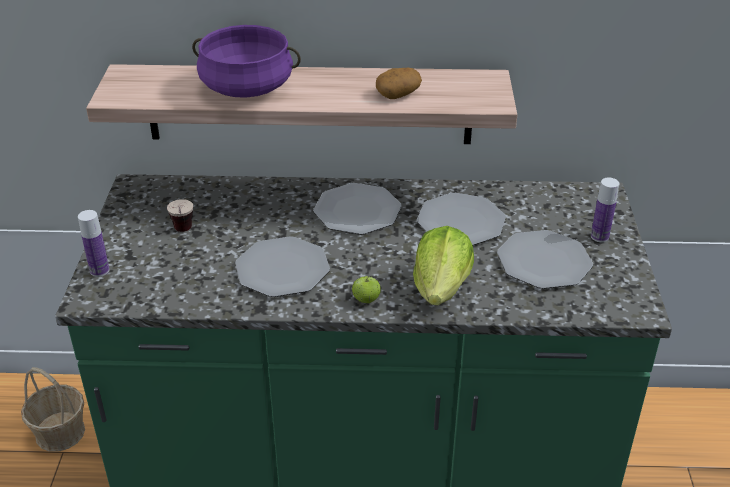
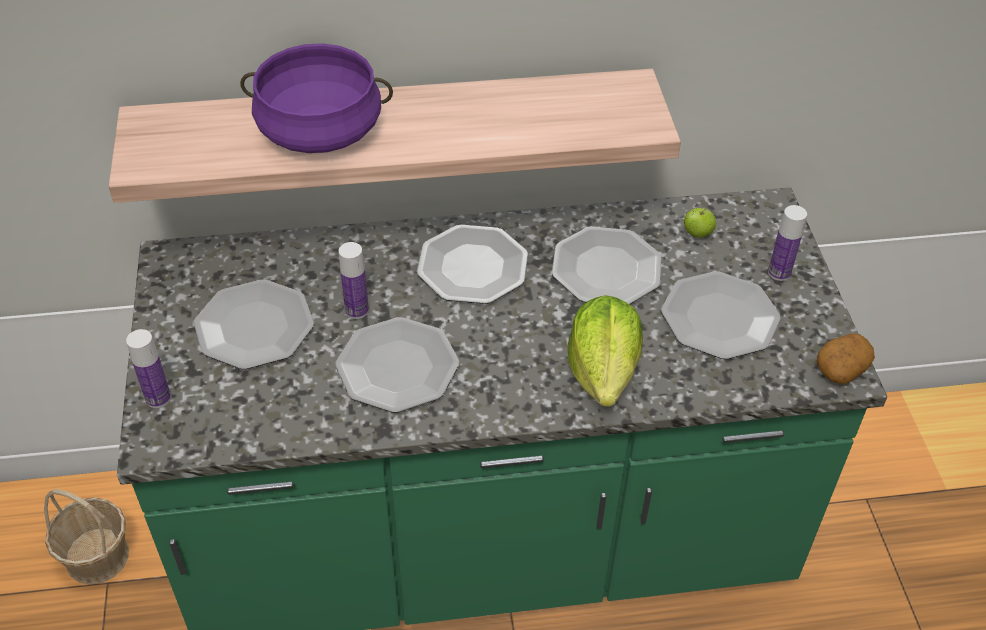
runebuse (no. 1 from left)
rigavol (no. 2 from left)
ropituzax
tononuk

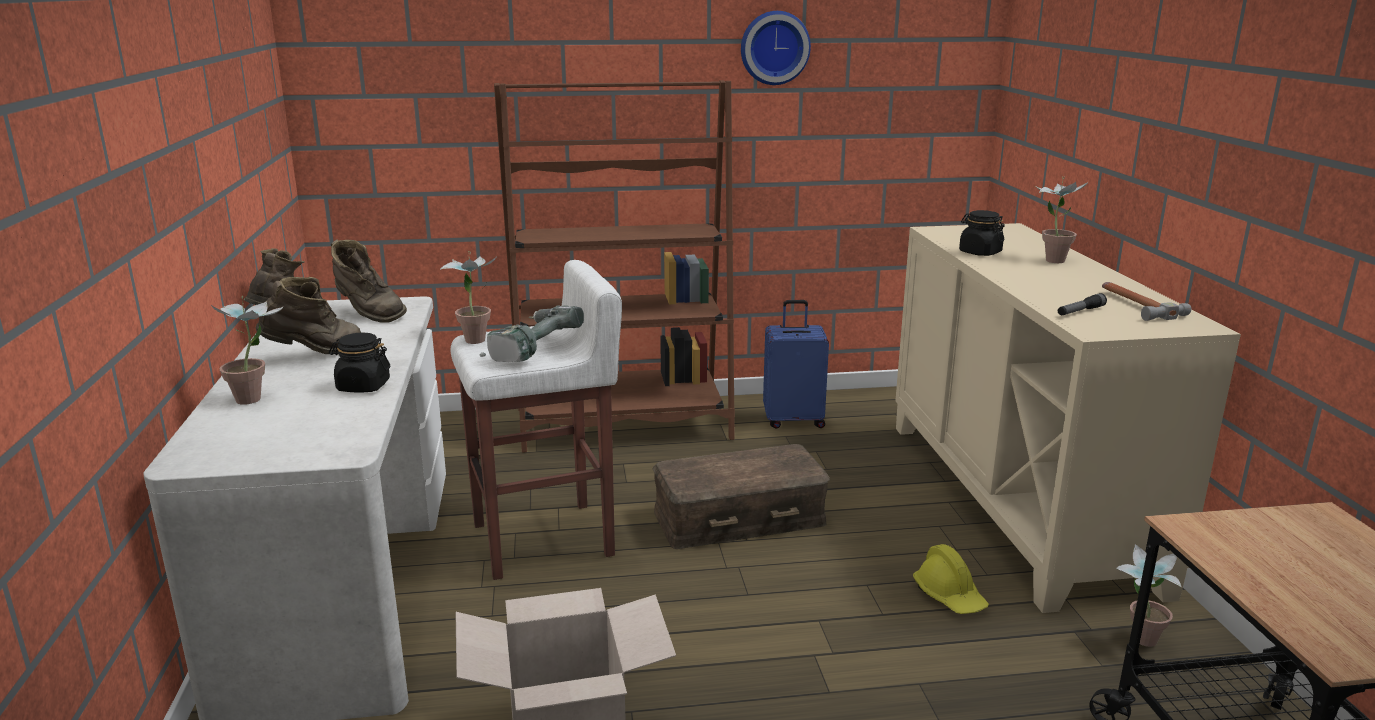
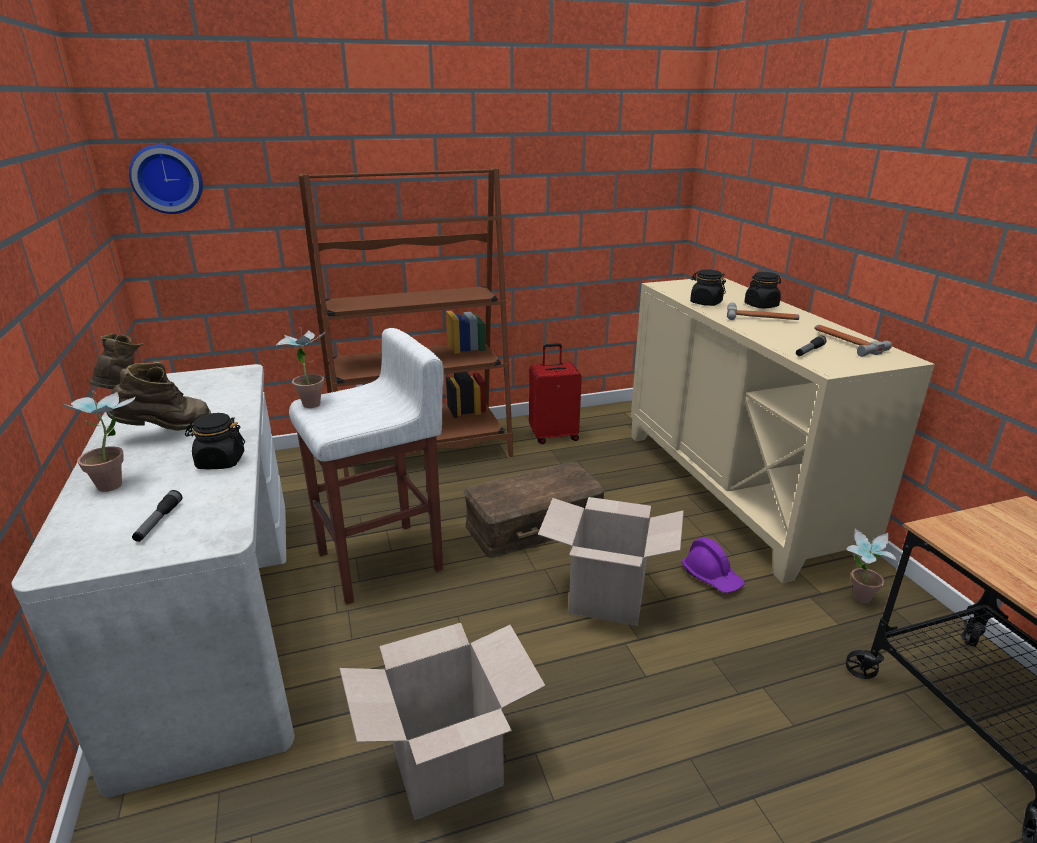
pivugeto
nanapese (no. 1 from left)
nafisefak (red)
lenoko (no. 2 from left)
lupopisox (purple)
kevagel (no. 1 from left)
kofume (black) (no. 3 from left)
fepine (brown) (no. 3 from left in the first image)
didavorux

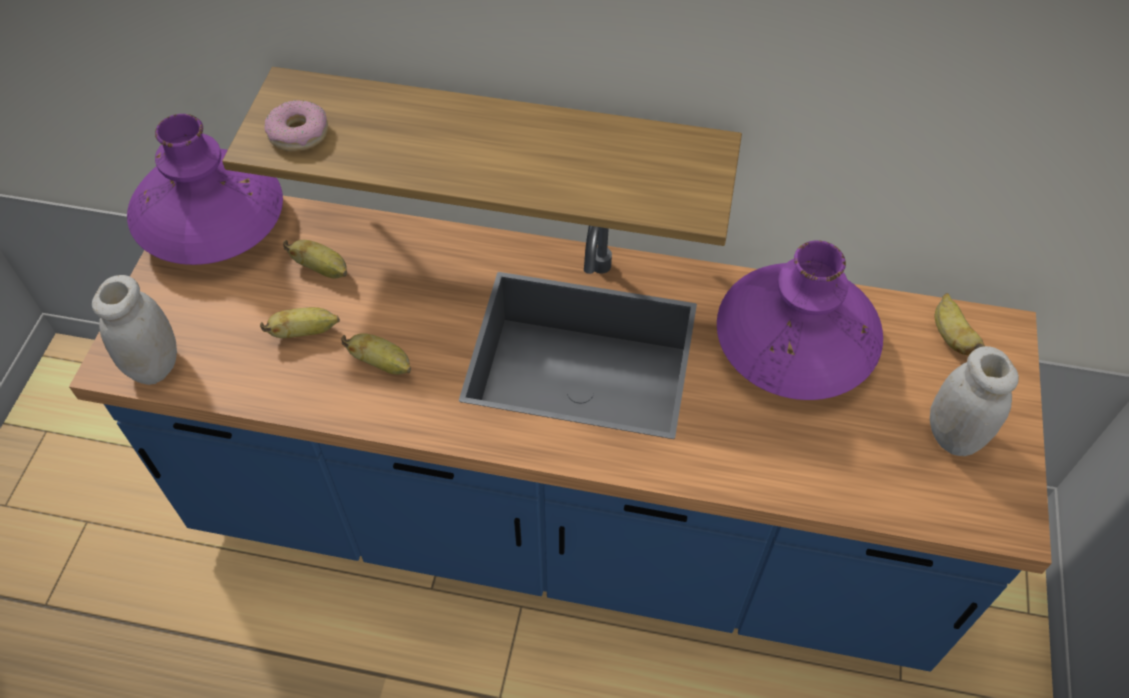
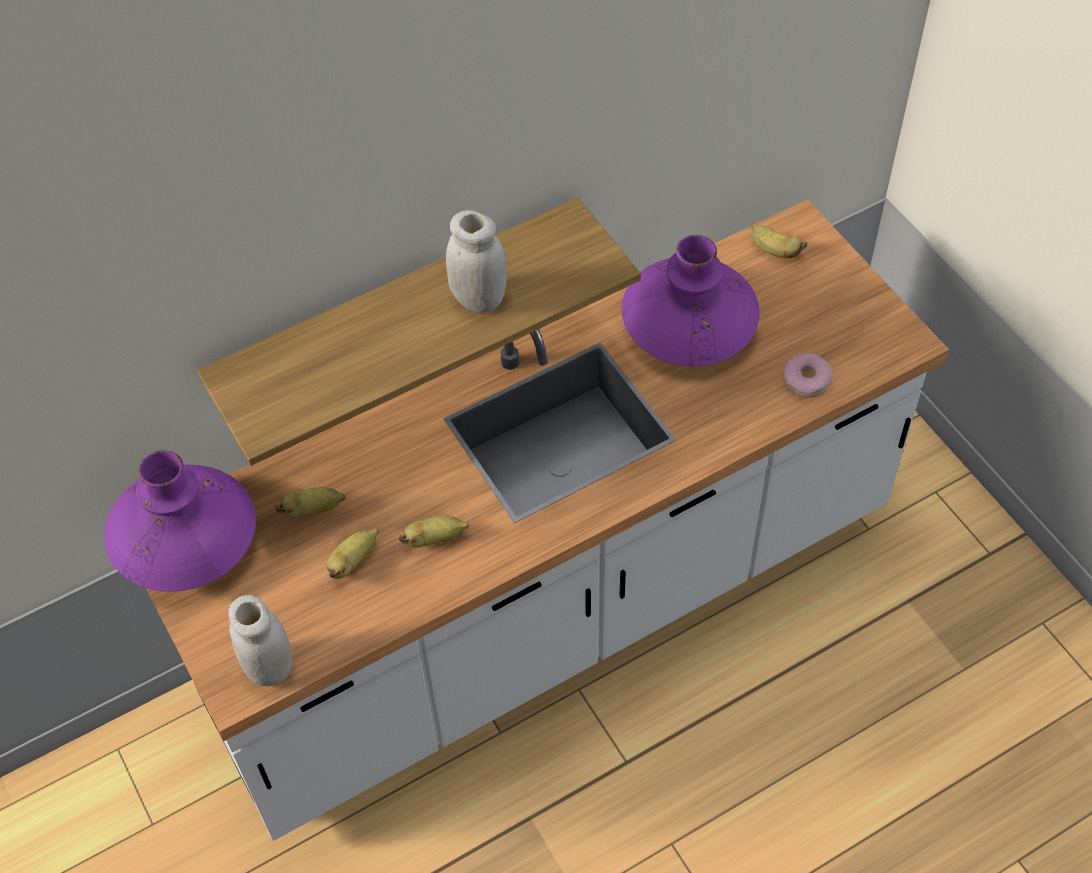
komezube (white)
kofume (white) (no. 2 from left)
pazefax

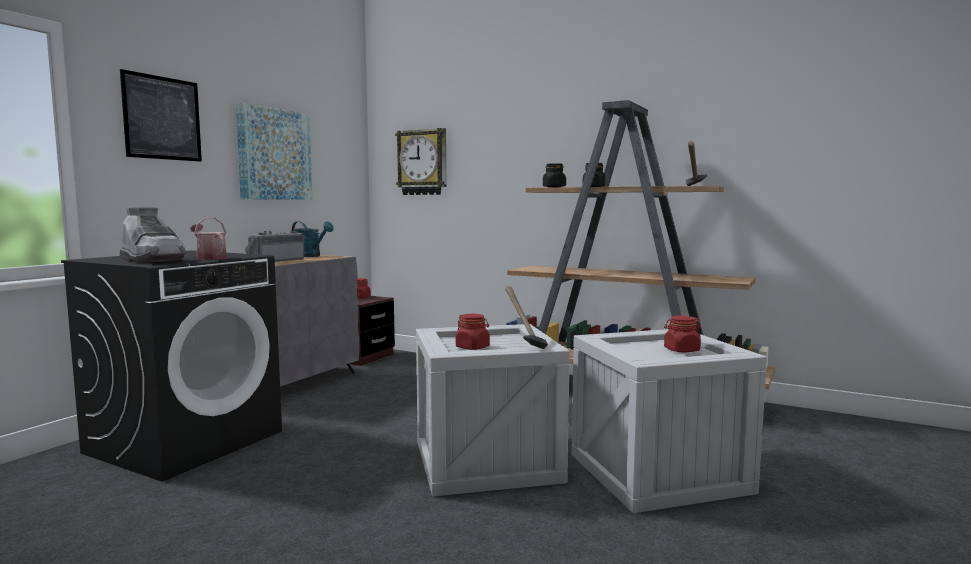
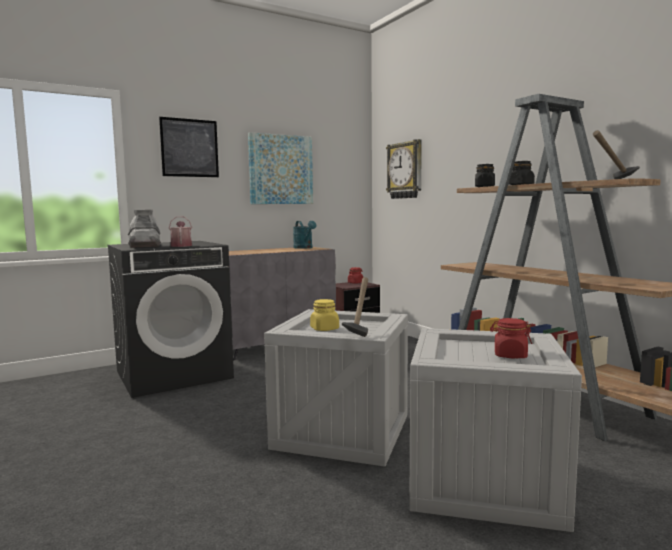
kofume (yellow)
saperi

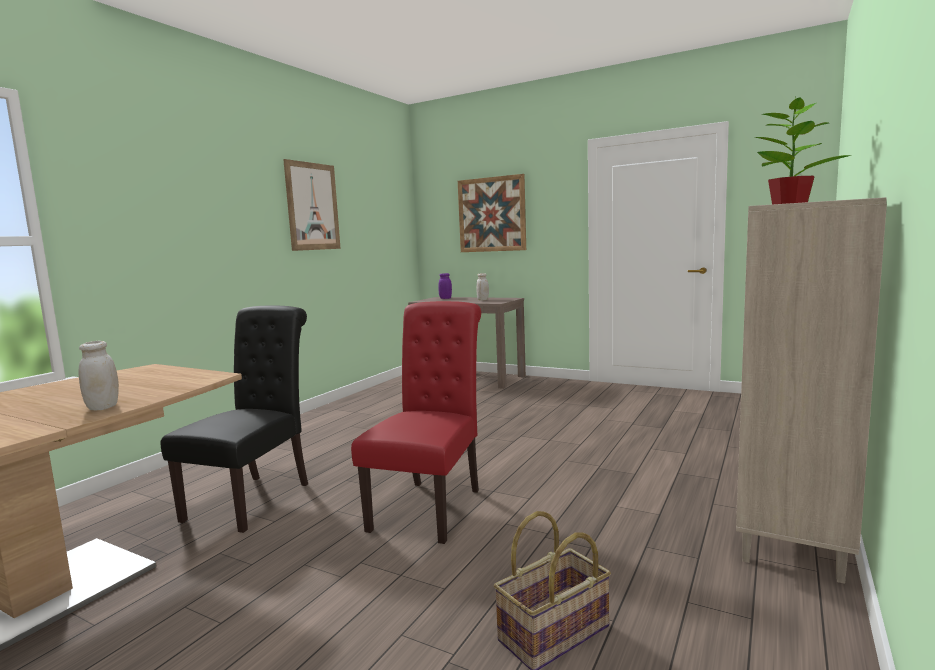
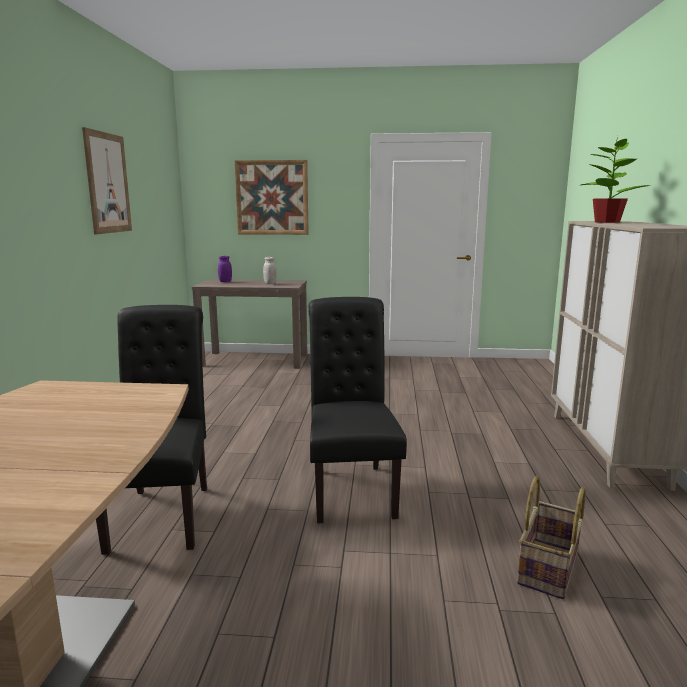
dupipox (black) (no. 2 from left)
kofume (white) (no. 1 from left in the first image)

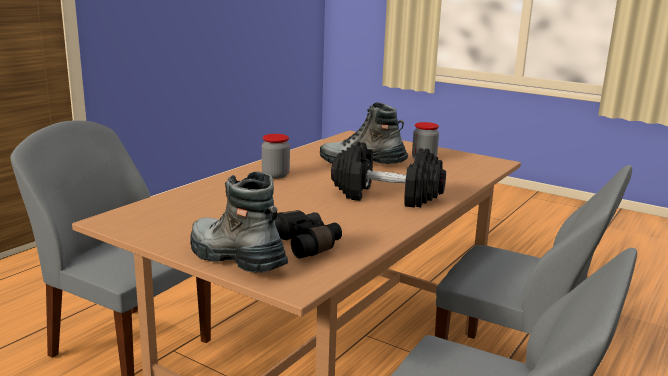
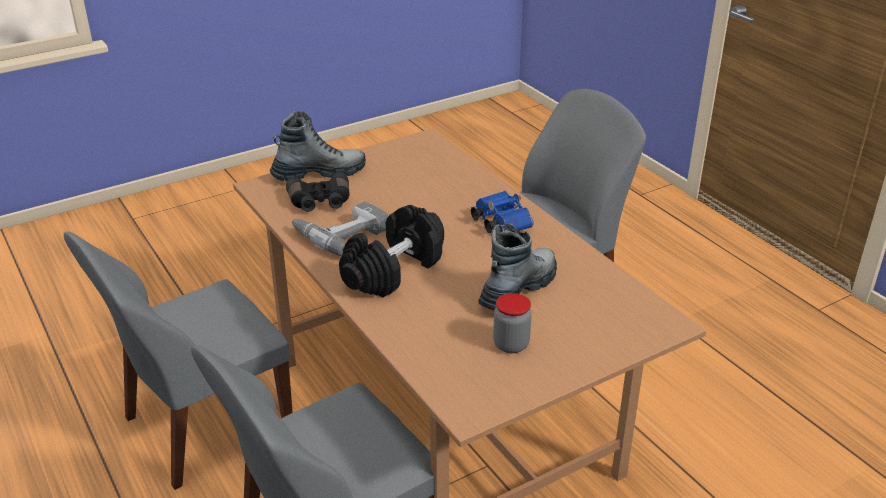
didavorux
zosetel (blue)

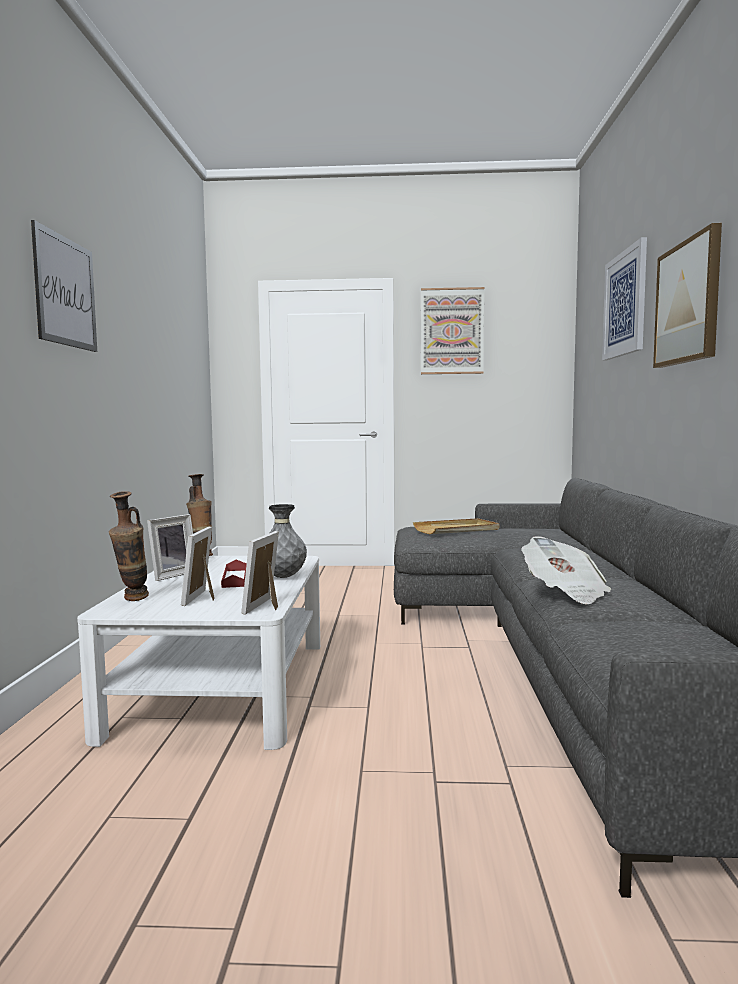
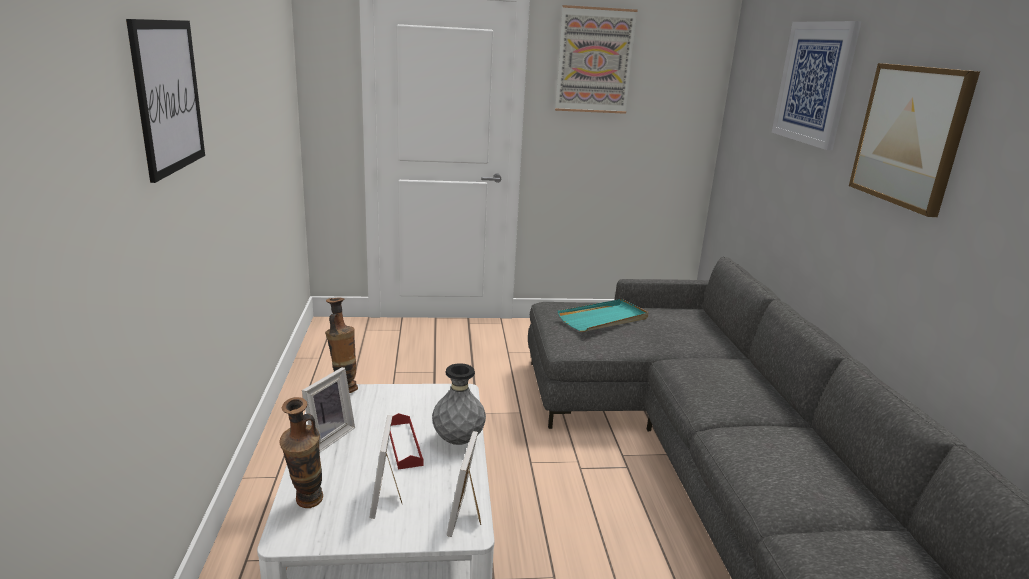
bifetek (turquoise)
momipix

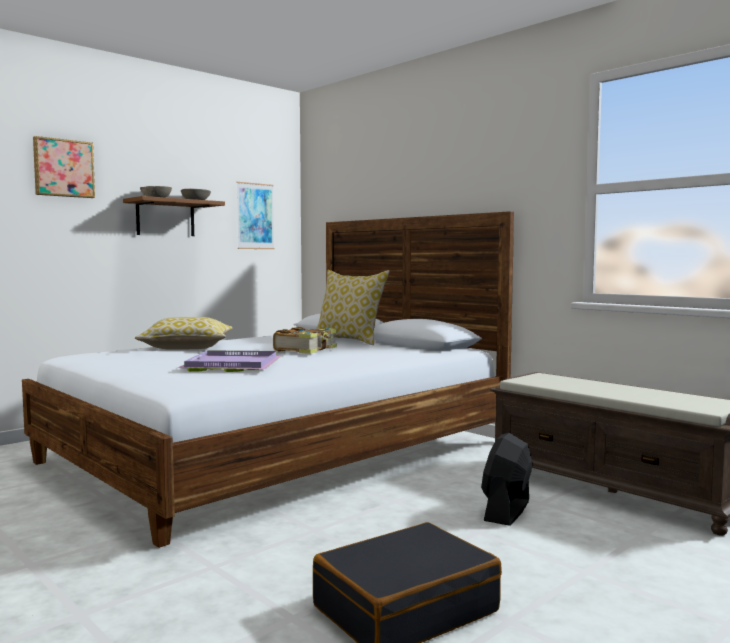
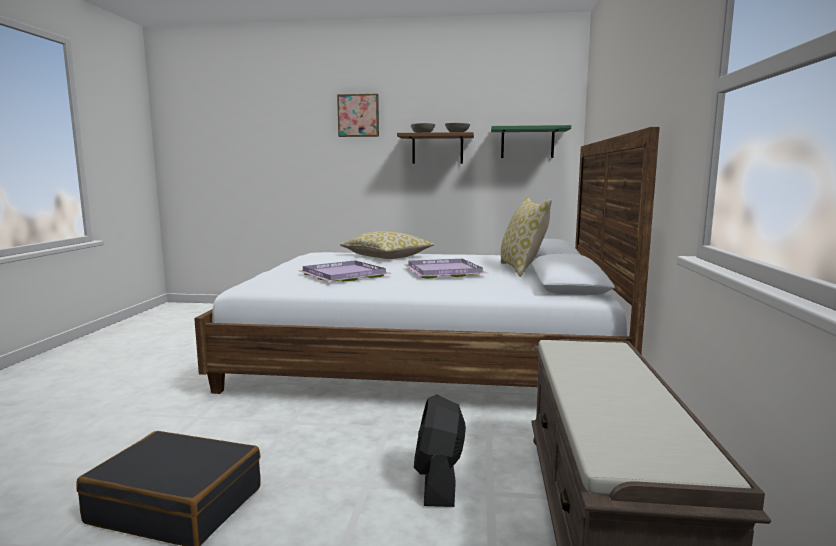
bifetek (purple) (no. 2 from left)
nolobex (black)
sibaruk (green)

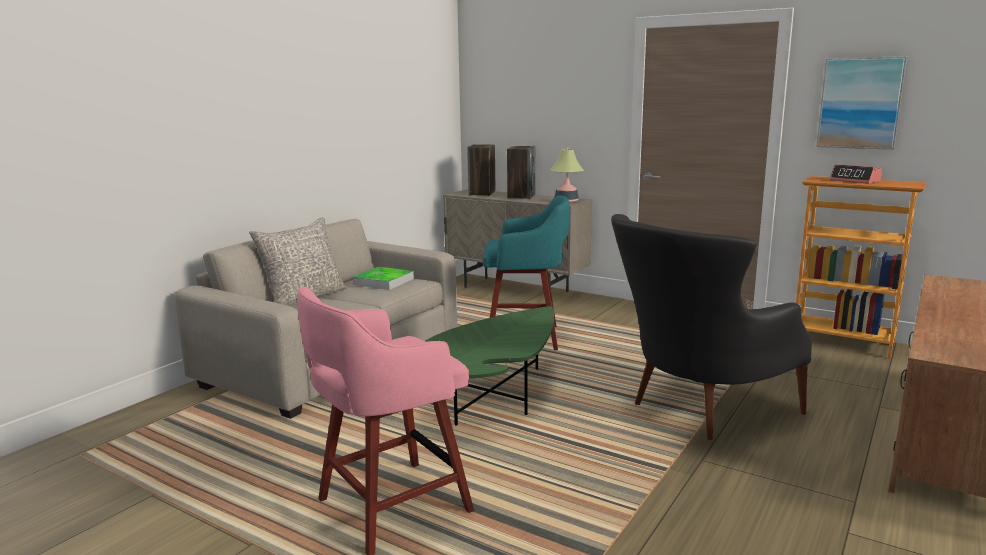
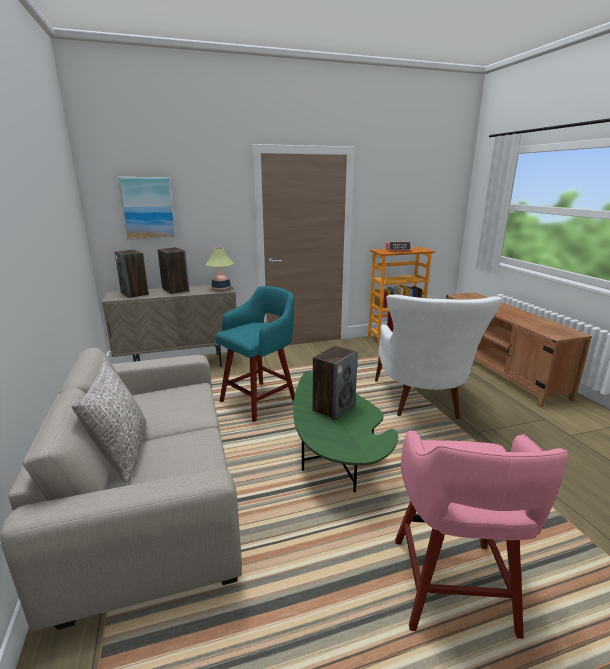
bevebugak
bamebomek (no. 3 from left)
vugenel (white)
bifetek

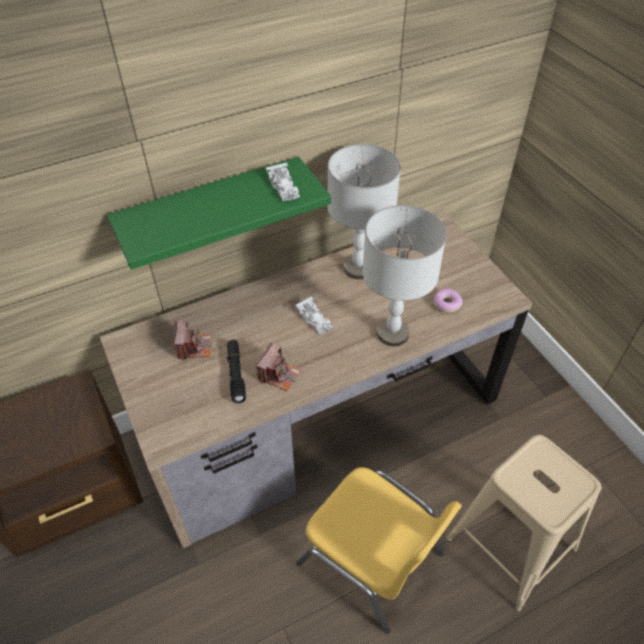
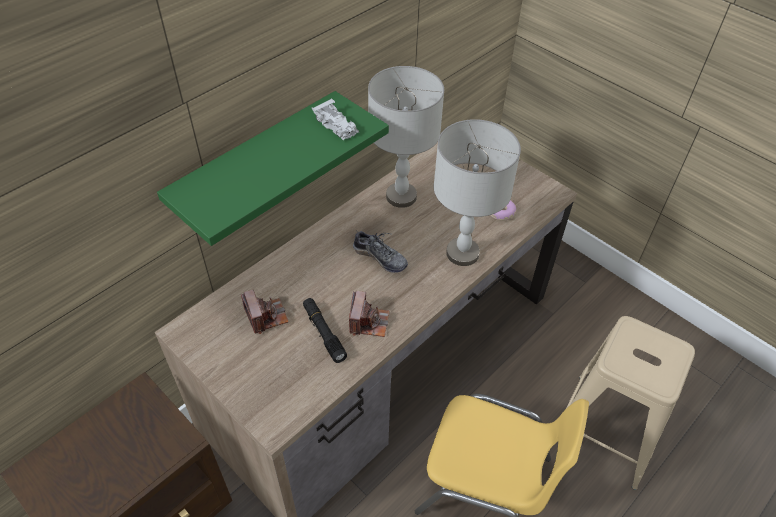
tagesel

